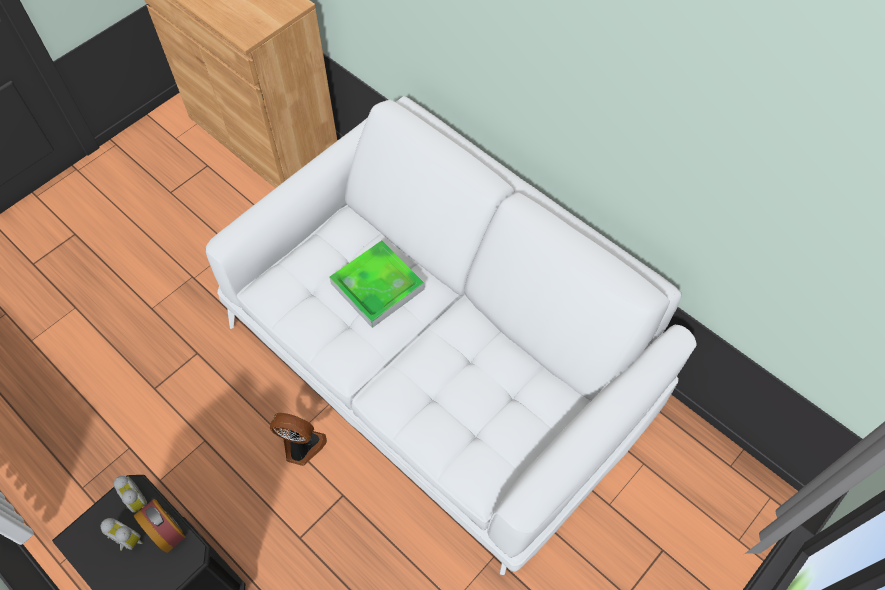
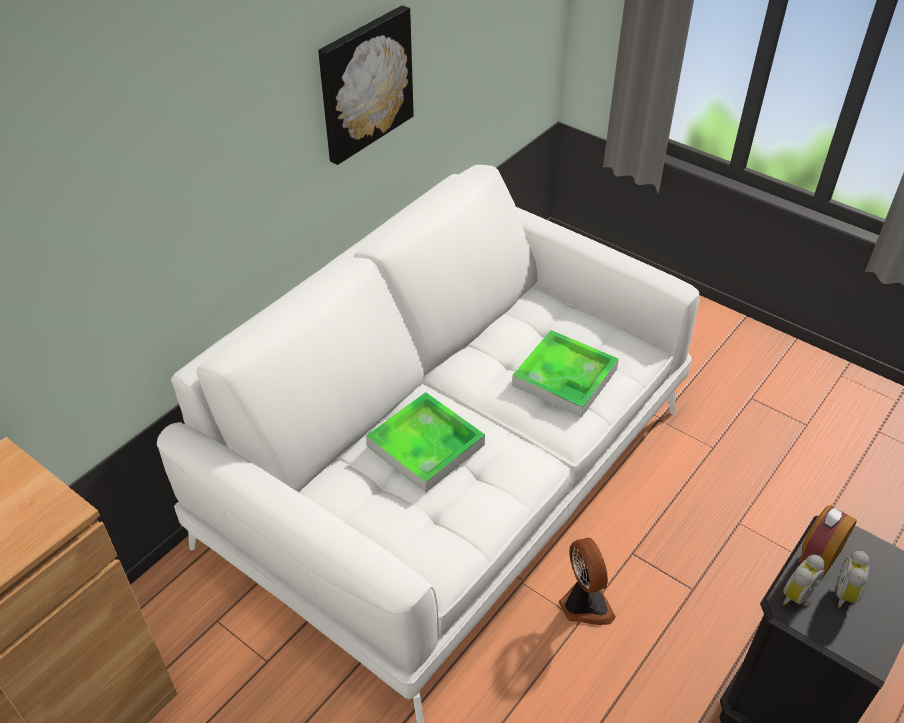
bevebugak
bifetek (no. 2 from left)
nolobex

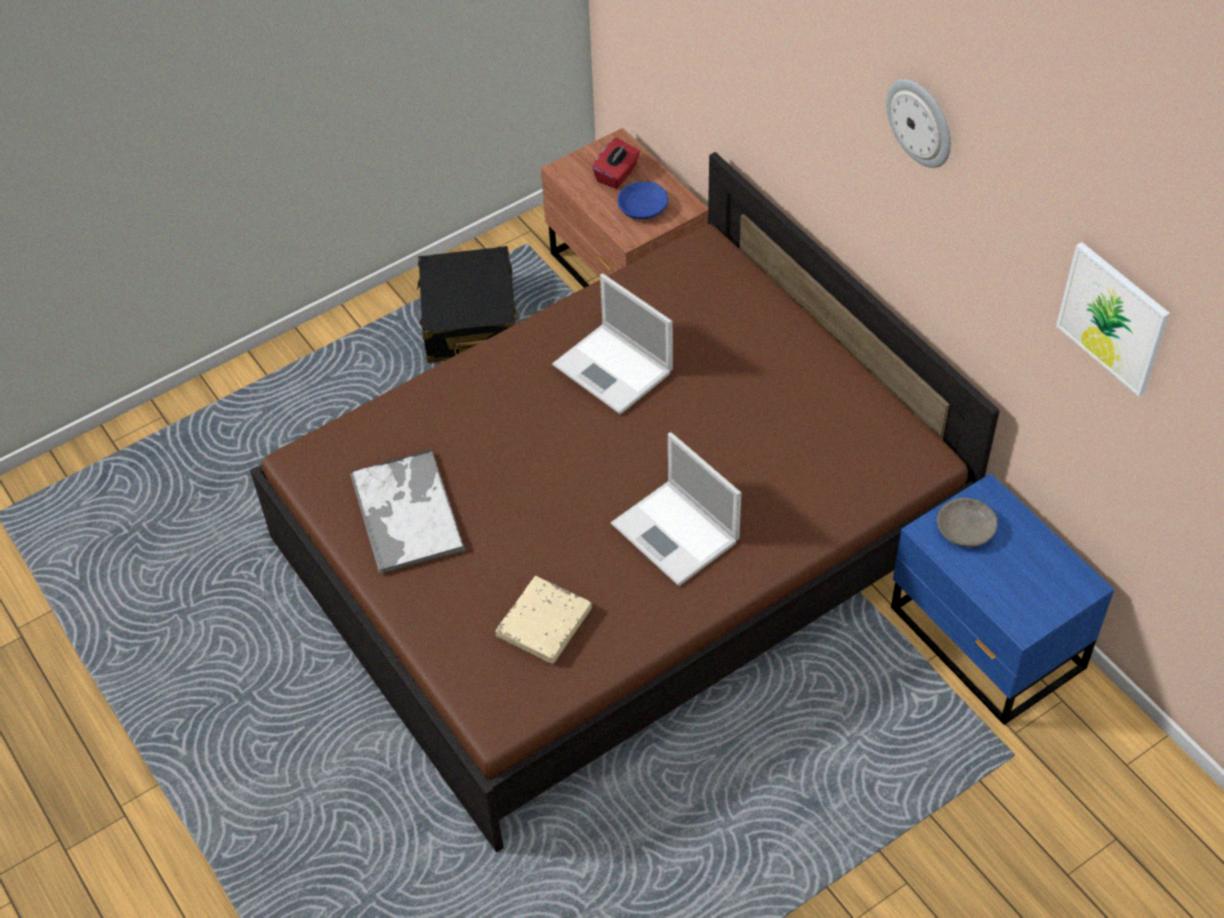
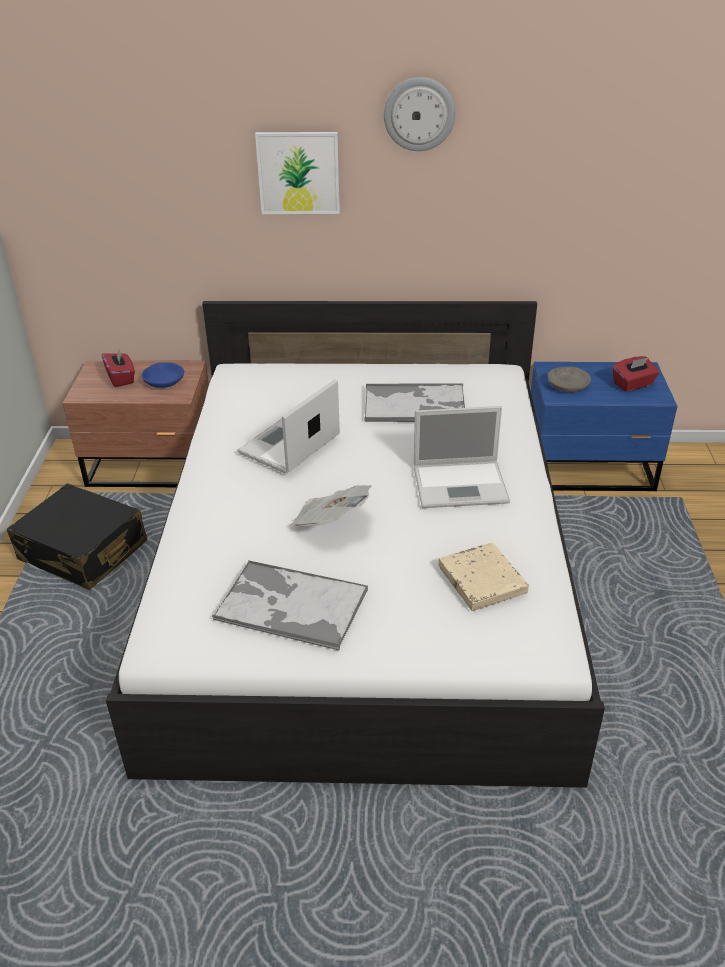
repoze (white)
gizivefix (no. 1 from left)
bevebugak
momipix
bifetek (no. 2 from left)
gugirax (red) (no. 2 from left)

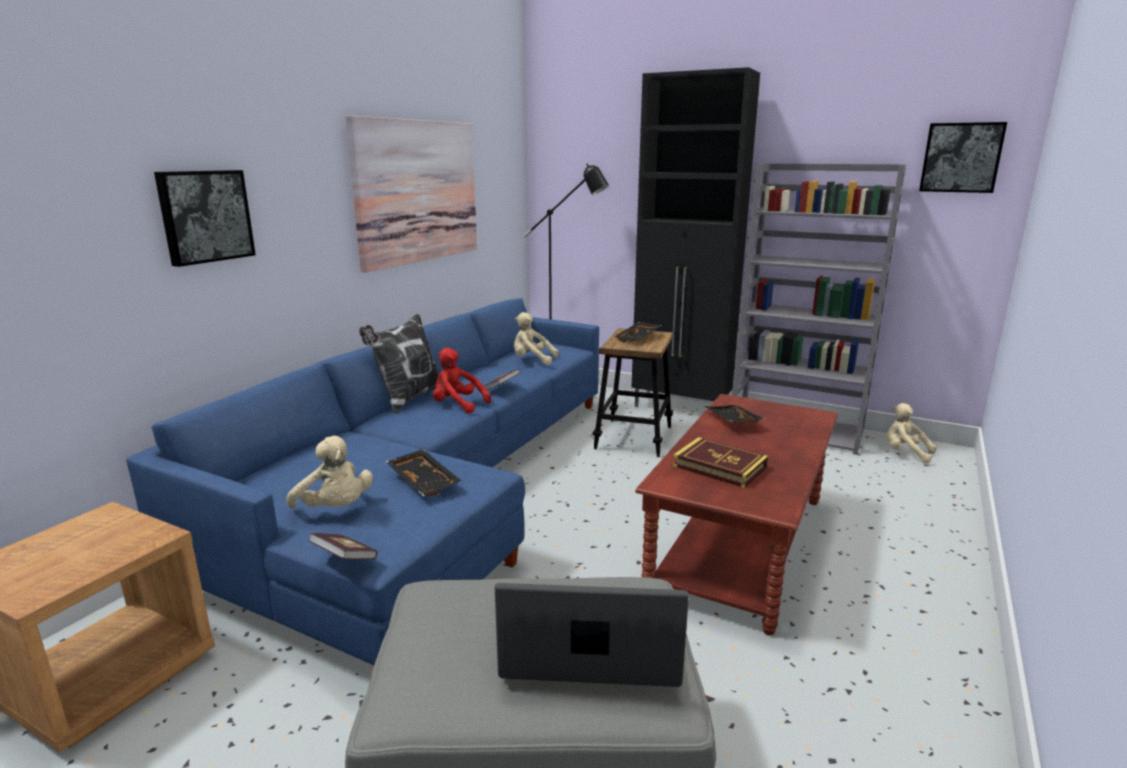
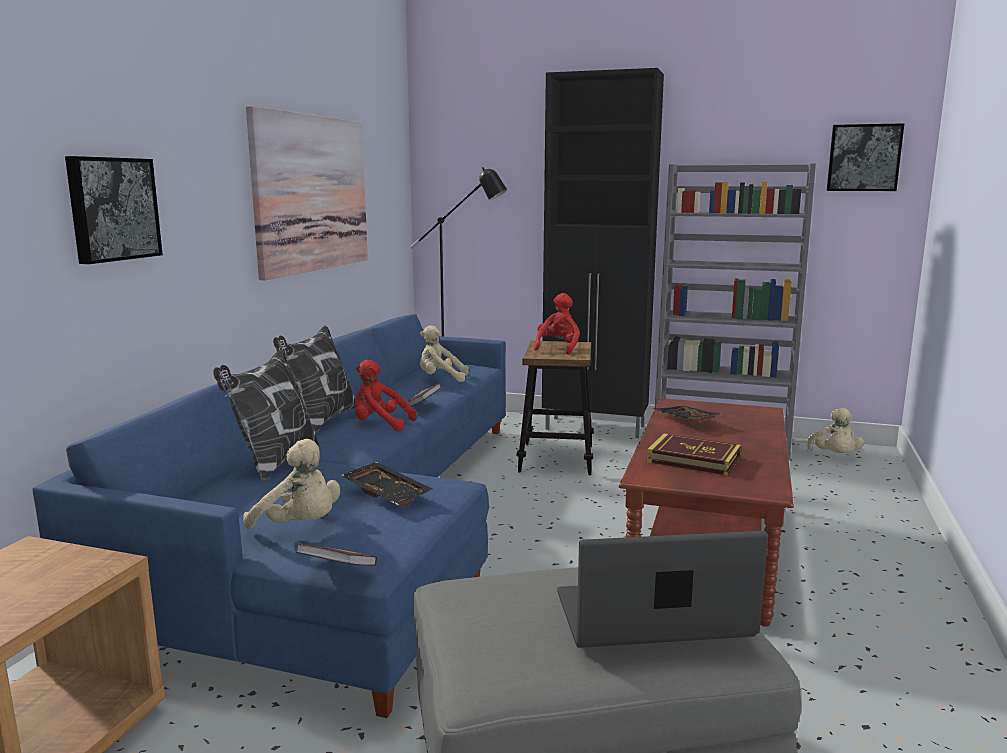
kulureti (no. 1 from left)
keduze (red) (no. 2 from left)
keduze (beige) (no. 3 from left)

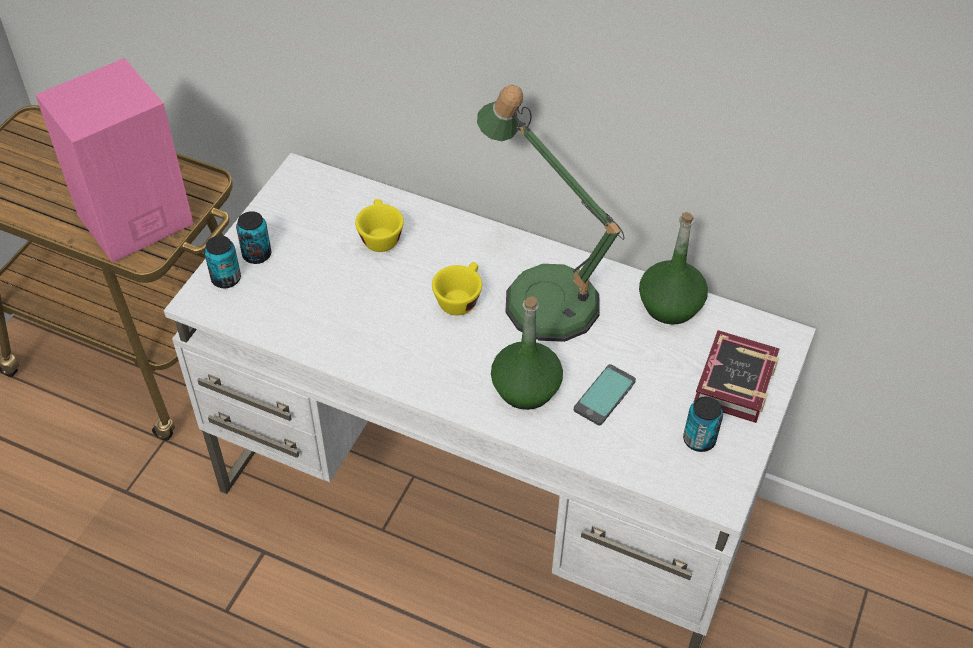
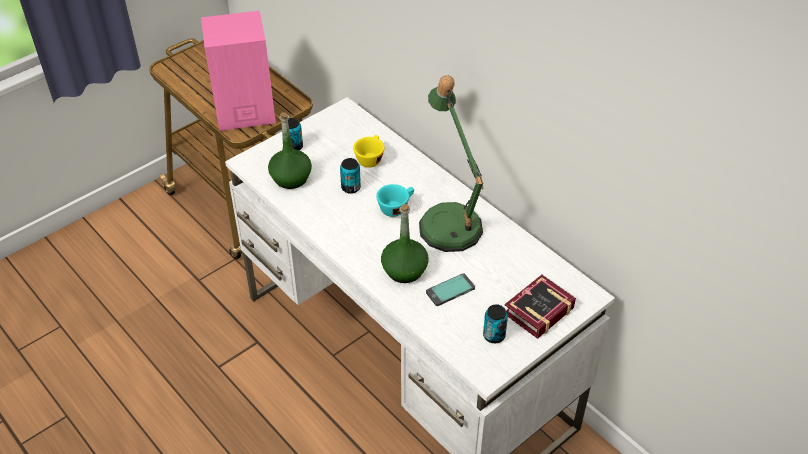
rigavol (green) (no. 1 from left)
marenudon (no. 2 from left)
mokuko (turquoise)

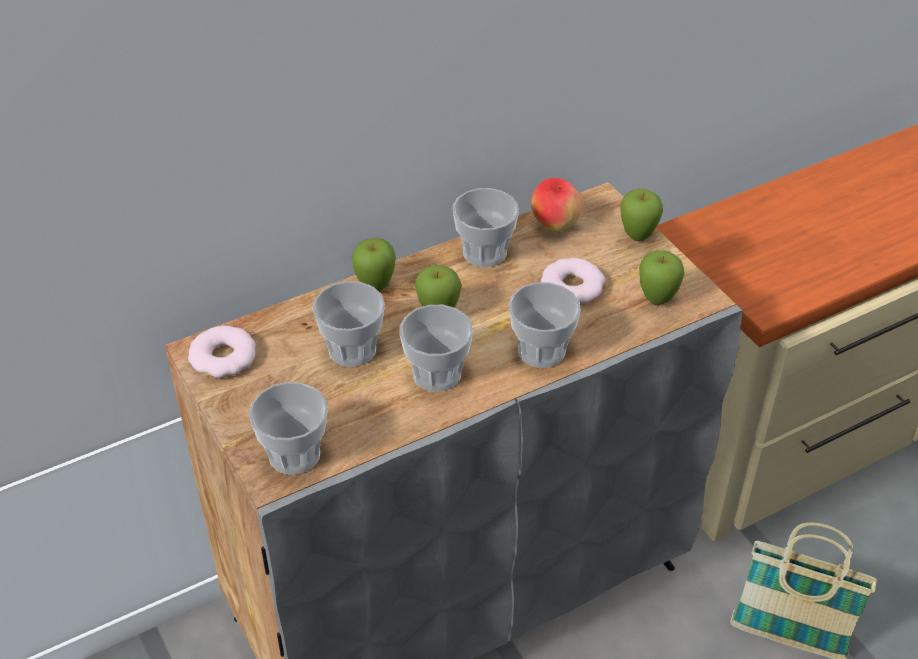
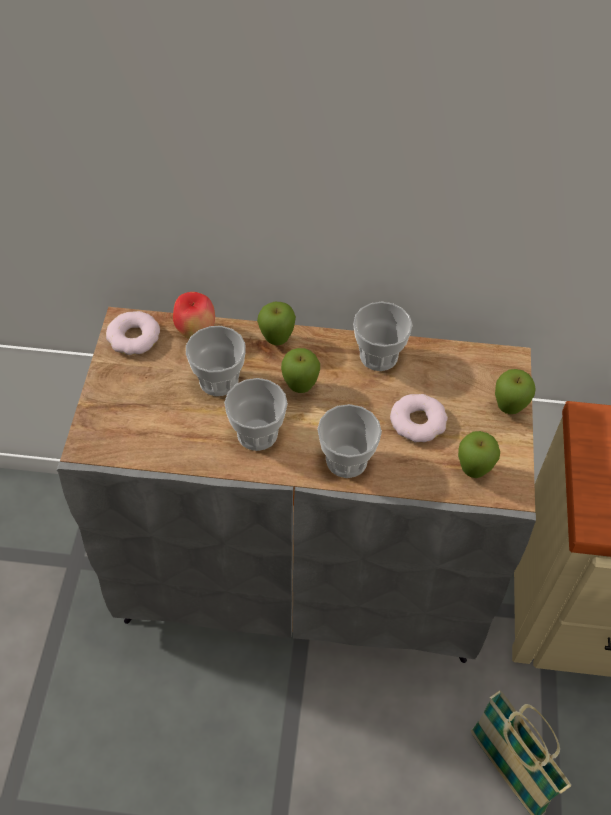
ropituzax (no. 1 from left)
mokuko (no. 1 from left in the first image)

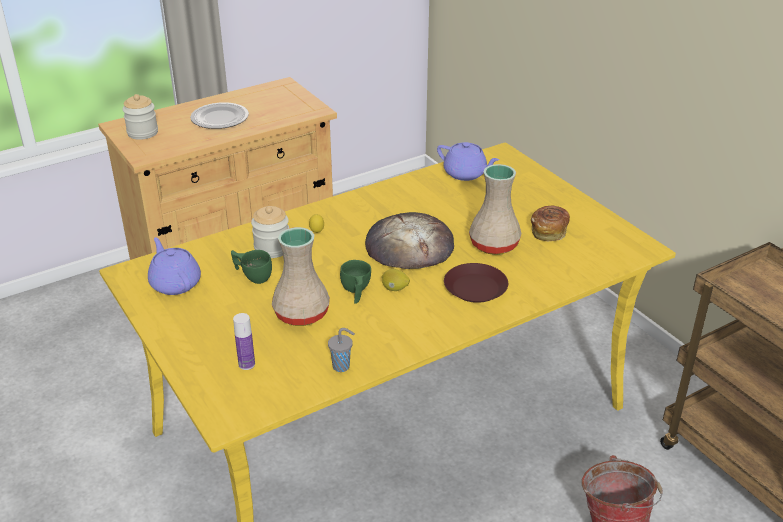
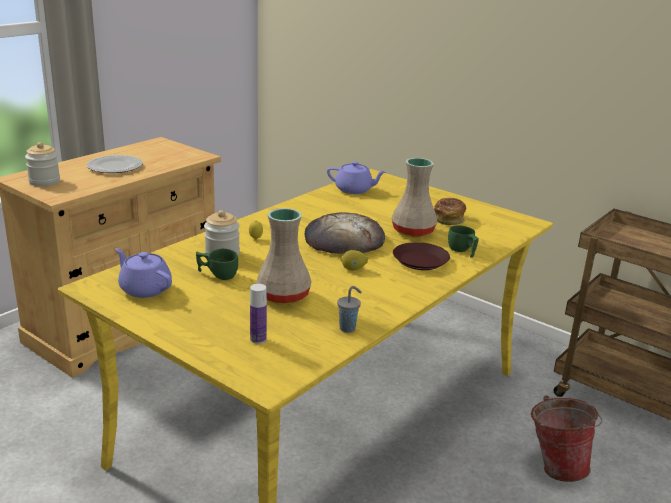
mokuko (green) (no. 2 from left)

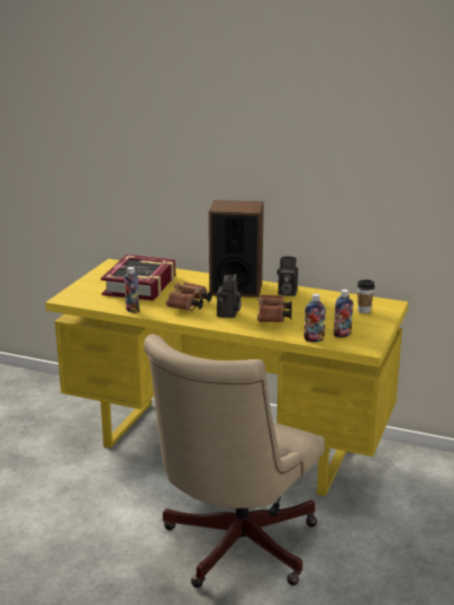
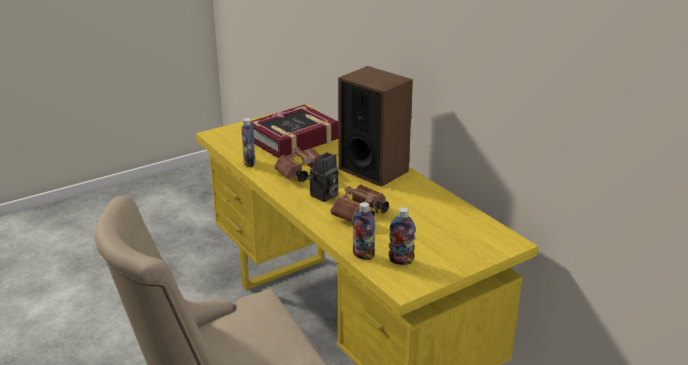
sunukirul (no. 2 from left in the first image)
mokuko

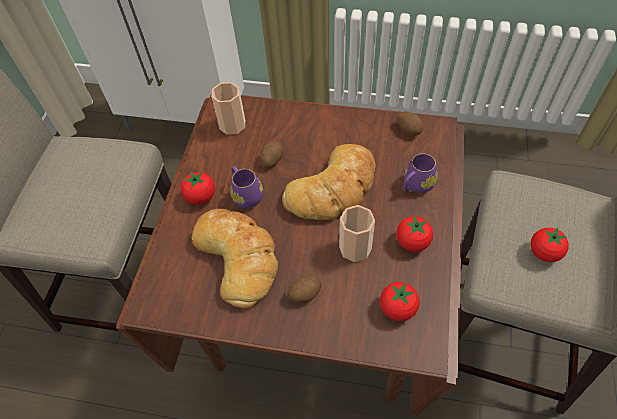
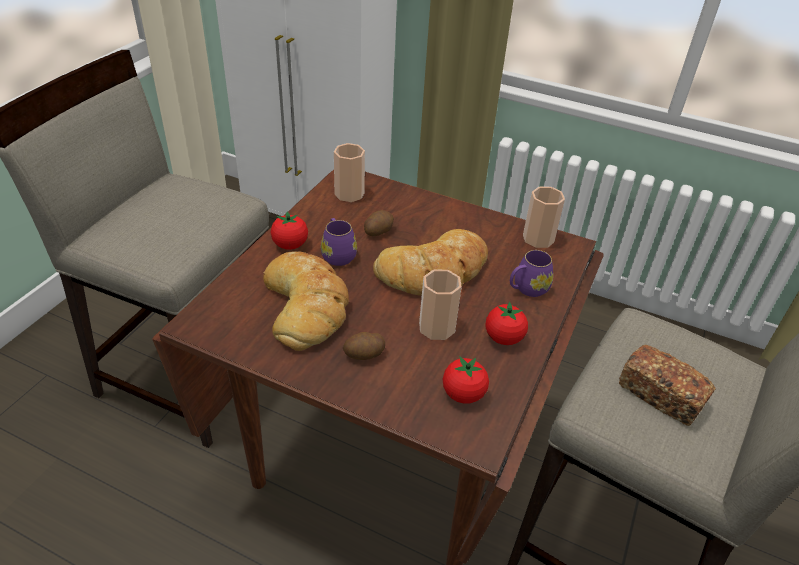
mokuko (no. 3 from left)
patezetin (no. 3 from left)

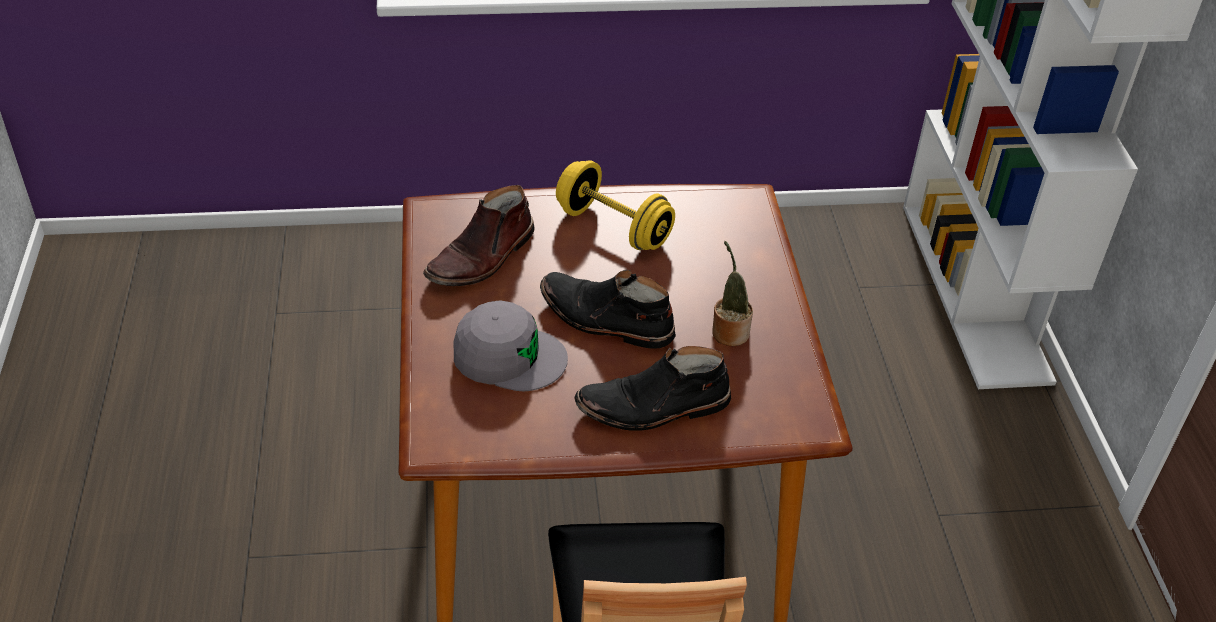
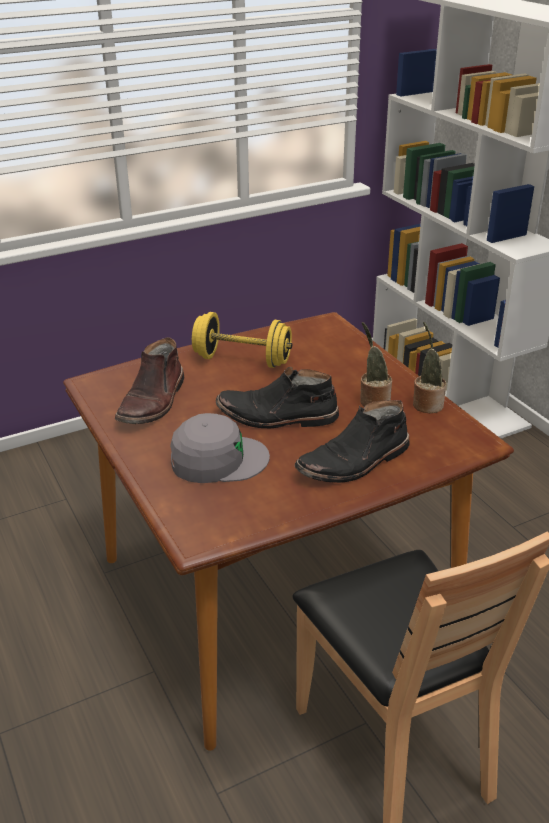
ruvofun (no. 2 from left)

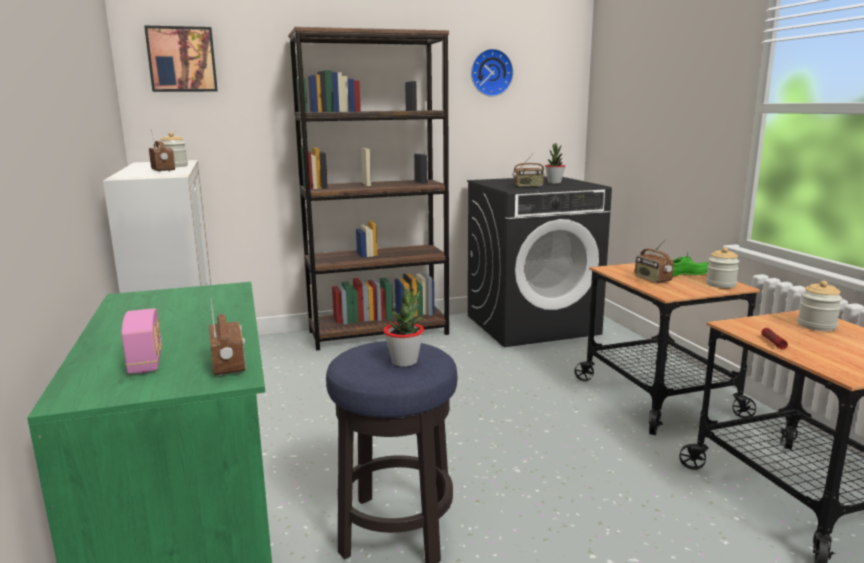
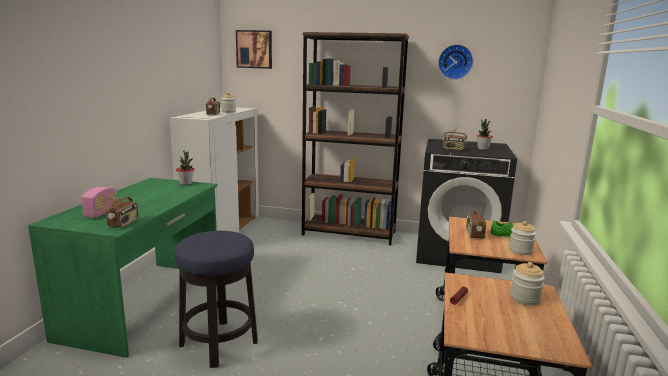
ruvofun (no. 1 from left)

